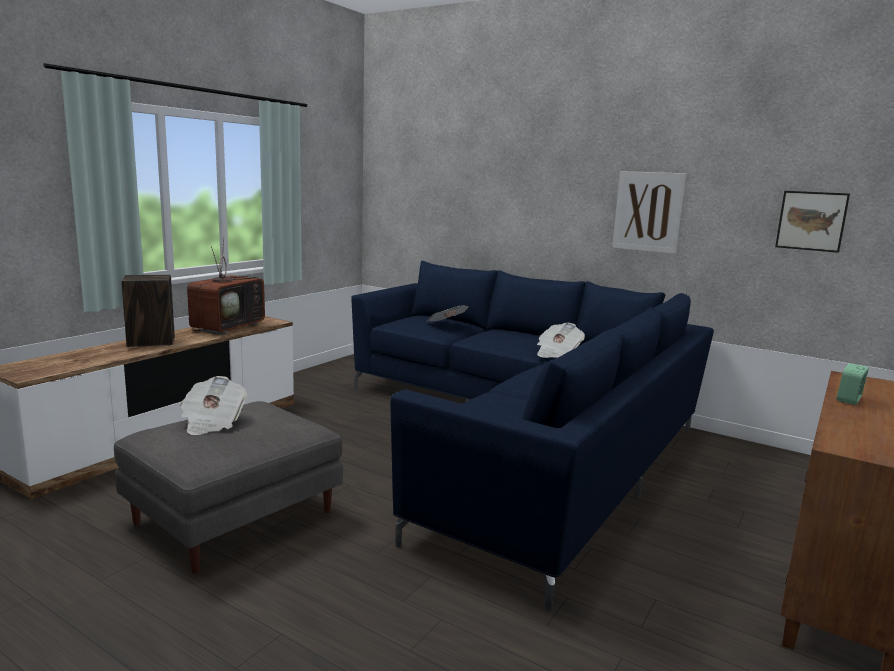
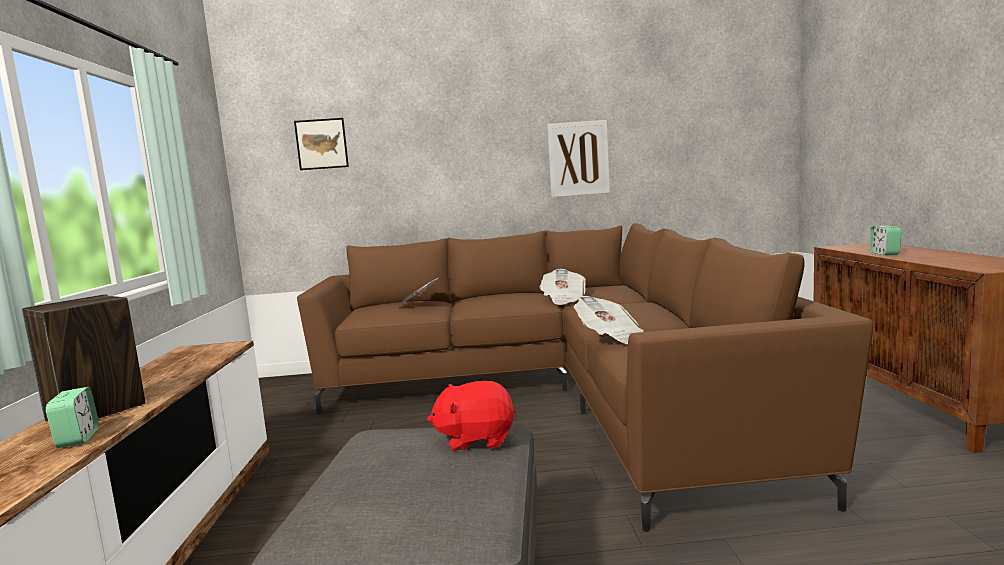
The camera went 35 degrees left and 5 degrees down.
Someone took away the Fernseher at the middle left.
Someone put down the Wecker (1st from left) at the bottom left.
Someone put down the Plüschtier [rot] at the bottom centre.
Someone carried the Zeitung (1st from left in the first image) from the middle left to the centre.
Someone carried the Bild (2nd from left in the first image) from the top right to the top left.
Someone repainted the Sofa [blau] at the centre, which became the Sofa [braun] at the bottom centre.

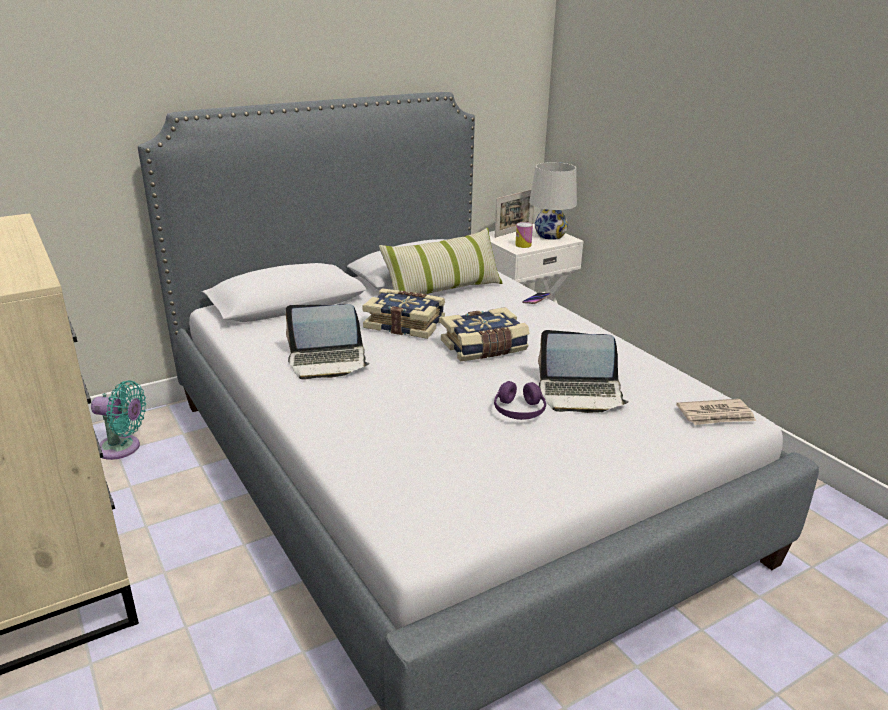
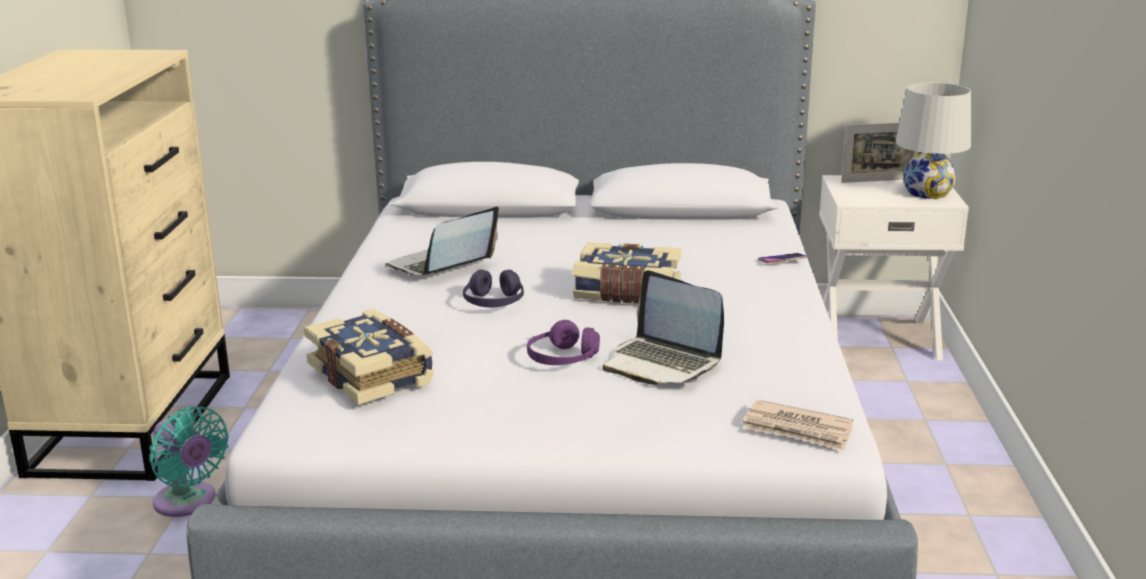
The camera went 35 degrees right and 5 degrees down.
Someone took away the Kissen at the centre.
Someone took away the Dose at the top centre.
Someone put down the Kopfhörer [lila] (1st from left) at the centre.
Someone carried the Ventilator [türkis] from the middle left to the bottom left.
Someone carried the Buch (1st from left) from the centre to the middle left.
Someone rotated the Laptop (1st from left) at the centre by 105 degrees clockwise.

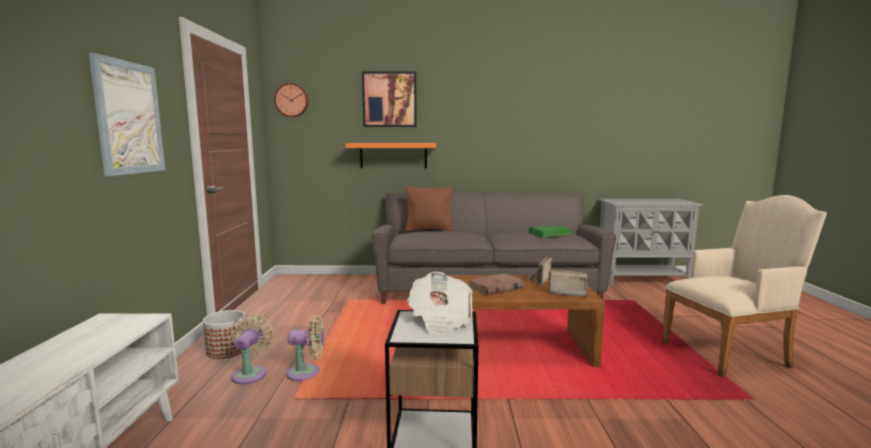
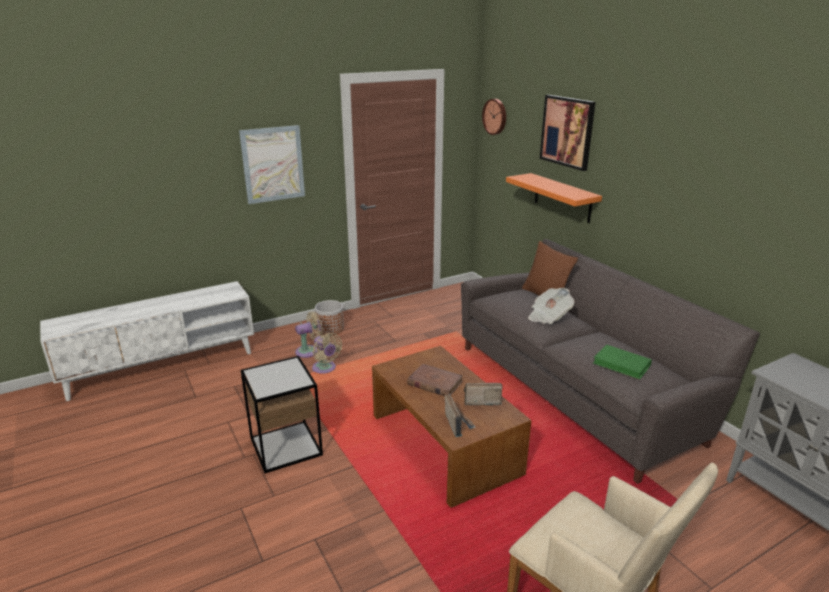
The camera went 60 degrees right and 15 degrees up.
Someone carried the Zeitung from the bottom centre to the centre.

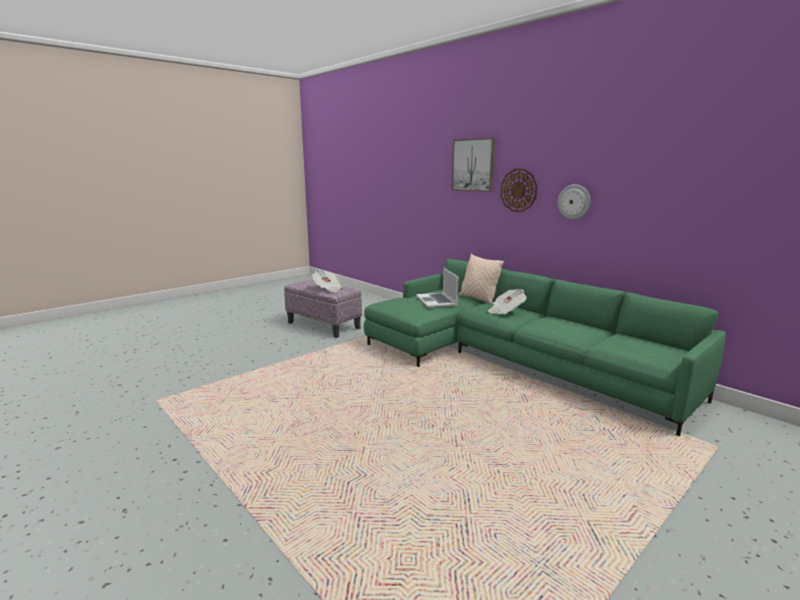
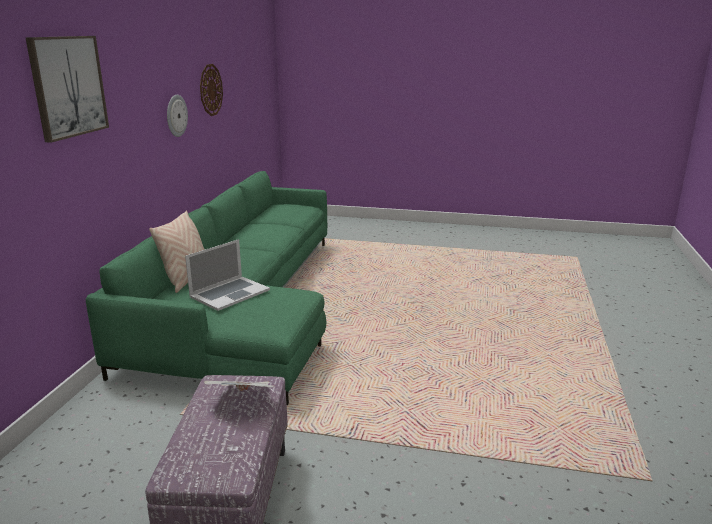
The camera went 125 degrees left and 5 degrees up.
Someone took away the Zeitung (2nd from left) at the centre.
Someone carried the Wanduhr (1st from left in the first image) from the top centre to the top left.

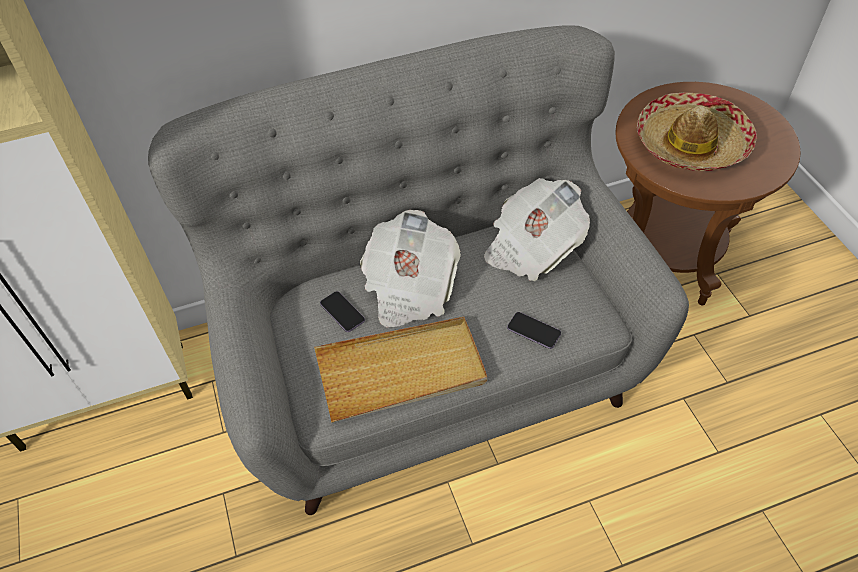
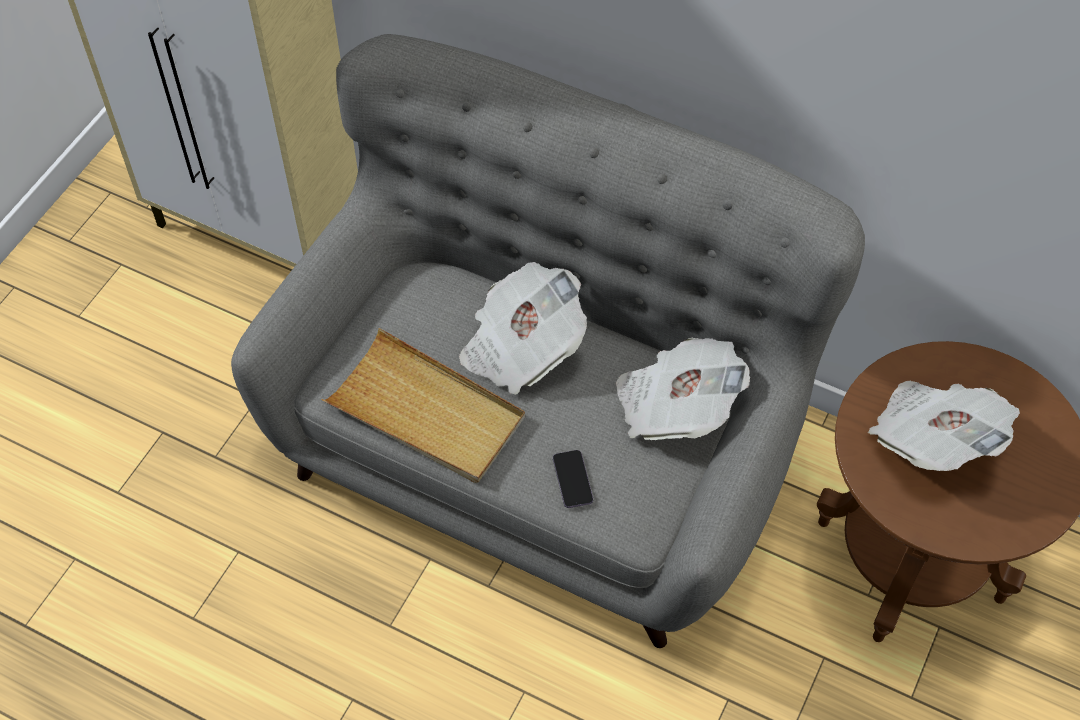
The camera went 45 degrees right and 5 degrees up.
Someone took away the Handy (1st from left) at the centre.
Someone swapped the Hut at the top right for the Zeitung (3rd from left) at the middle right.

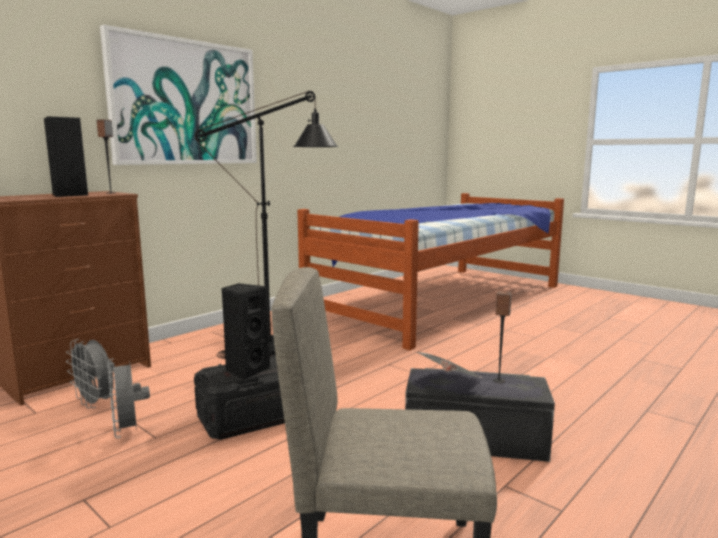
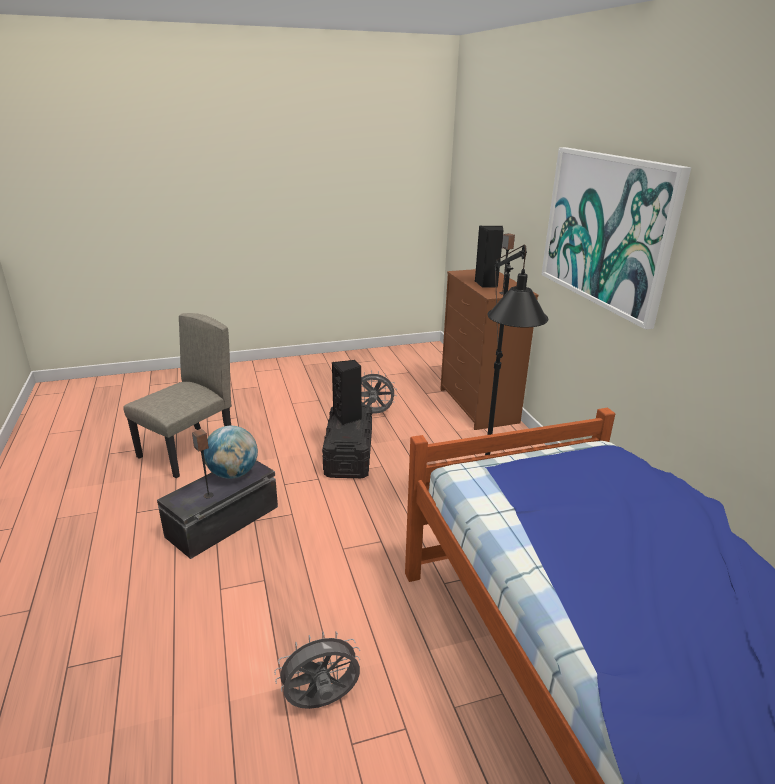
The camera went 120 degrees right and 15 degrees up.
Someone carried the Ventilator [grau] (1st from left) from the bottom left to the bottom centre.
Someone swapped the Zeitung at the bottom centre for the Globus at the middle left.

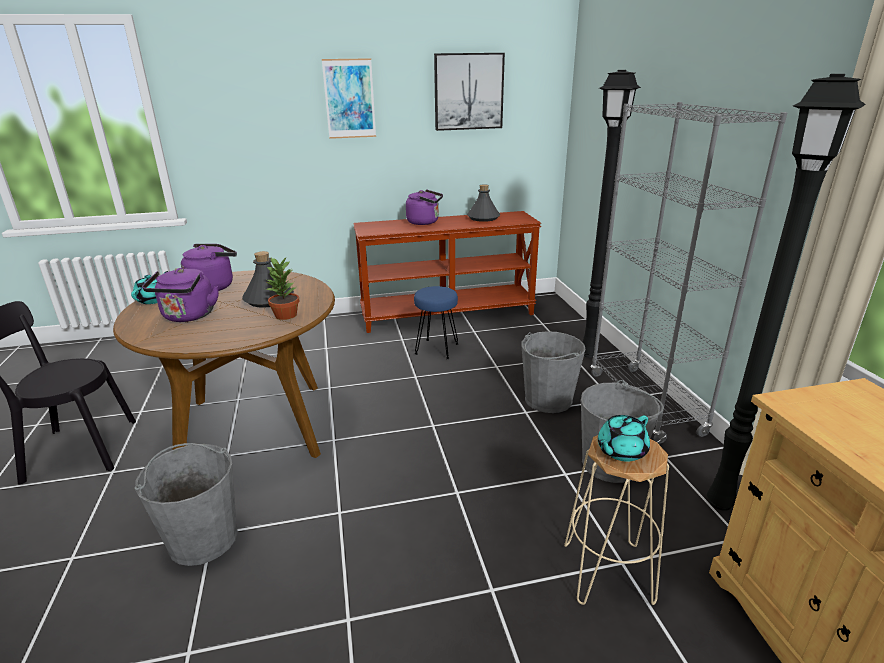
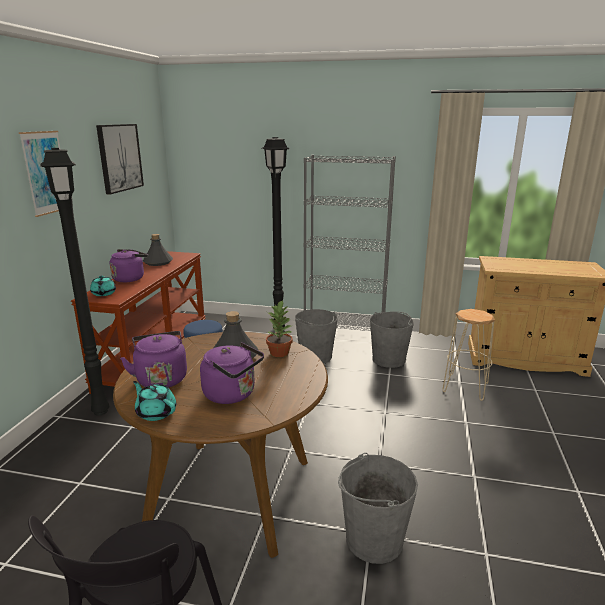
The camera went 65 degrees left and 5 degrees down.
Someone carried the Teekanne [türkis] (2nd from left in the first image) from the middle right to the middle left.
Someone carried the Stehlampe [schwarz] (2nd from left in the first image) from the middle right to the middle left.

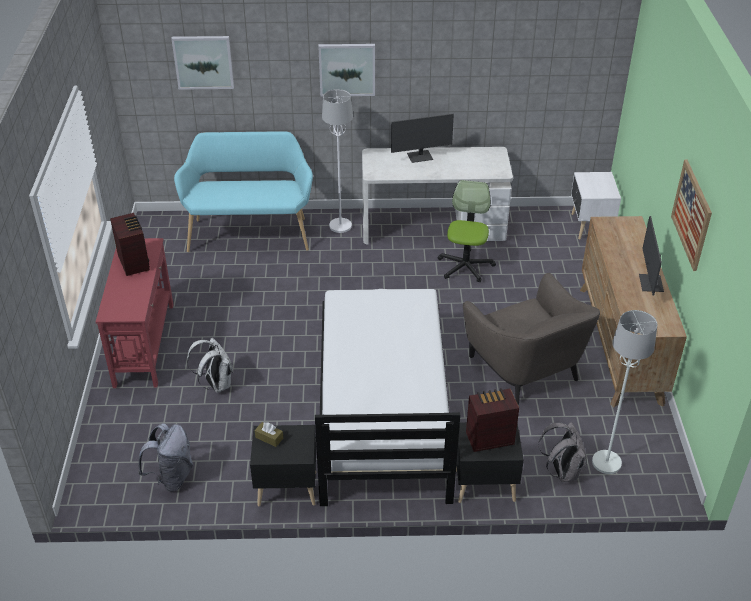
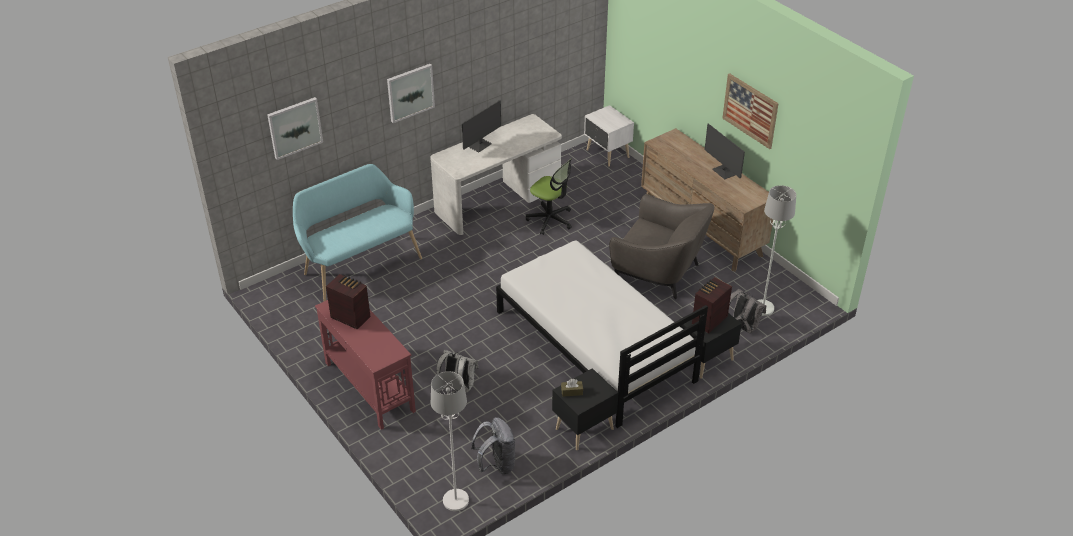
The camera went 35 degrees left and 0 degrees up.
Someone carried the Stehlampe [weiß] (1st from left) from the top centre to the bottom centre.
Someone rotated the Bürostuhl at the centre by 150 degrees clockwise.

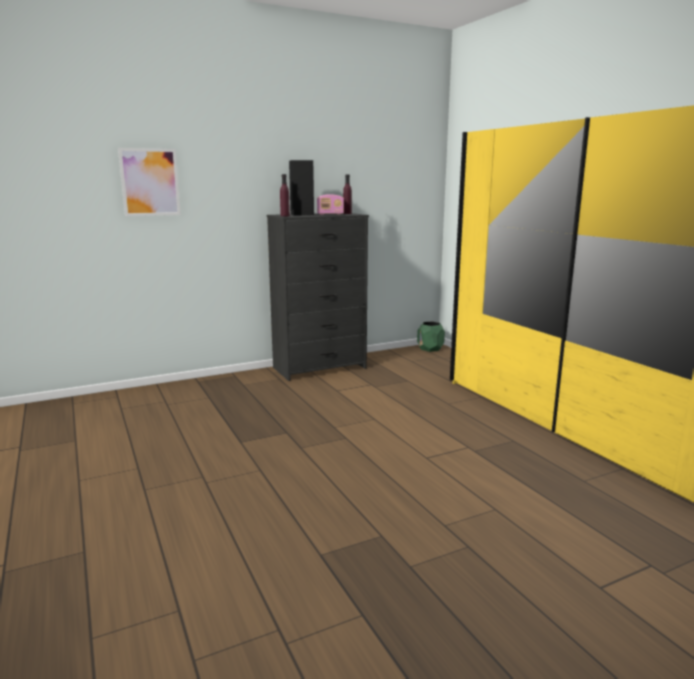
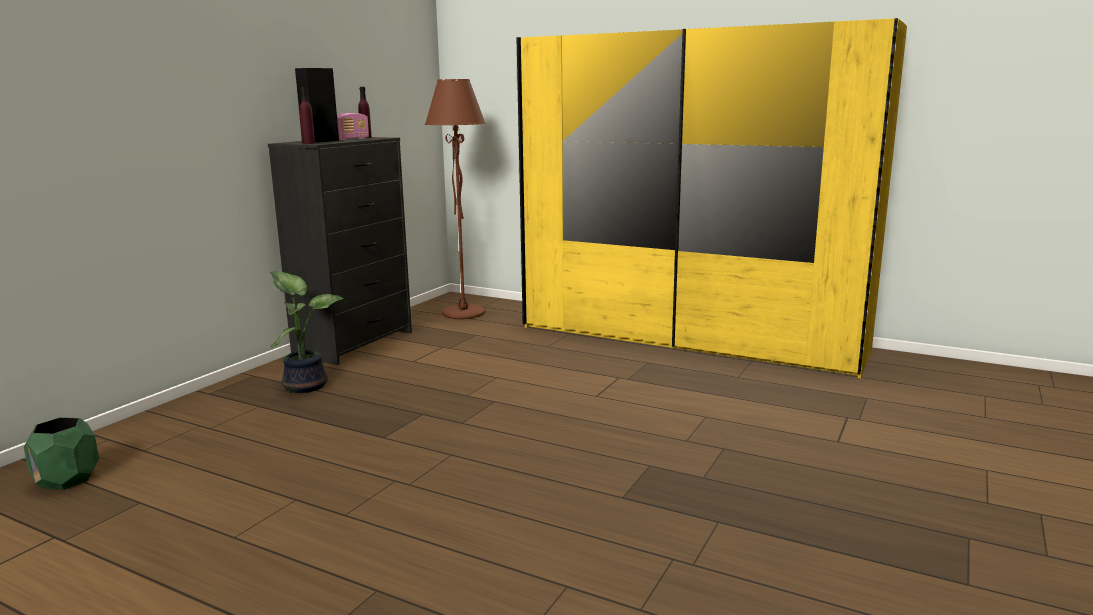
The camera went 35 degrees left and 0 degrees up.
Someone took away the Bild at the top left.
Someone put down the Topfpflanze at the middle left.
Someone put down the Stehlampe [braun] at the top centre.
Someone carried the Pflanzkübel [grün] from the centre to the bottom left.

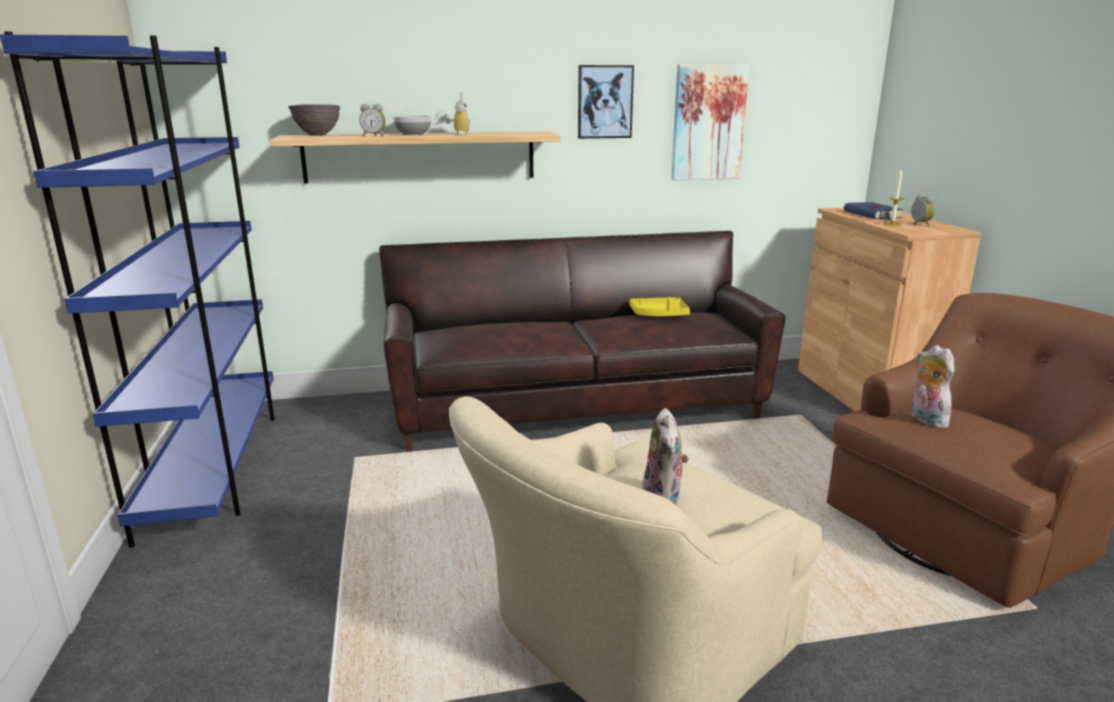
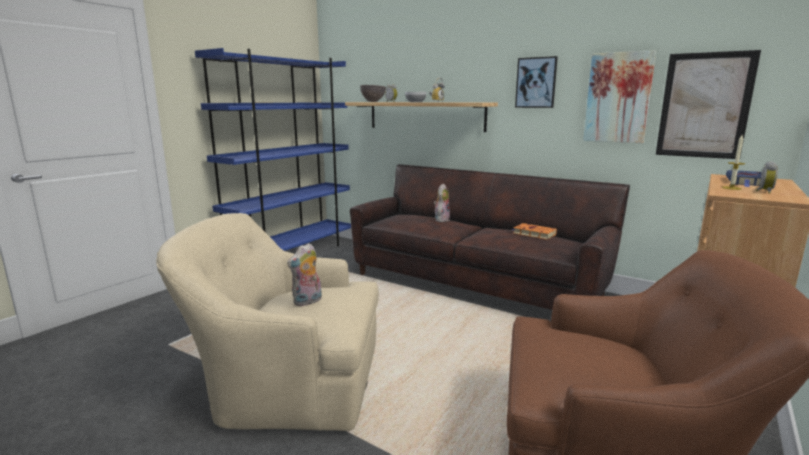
The camera went 45 degrees right and 5 degrees down.
Someone put up the Bild (3rd from left) at the top right.
Someone carried the Plüschtier (2nd from left) from the middle right to the centre.
Someone swapped the Tablett [gelb] at the centre for the Buch [orange] at the centre.

